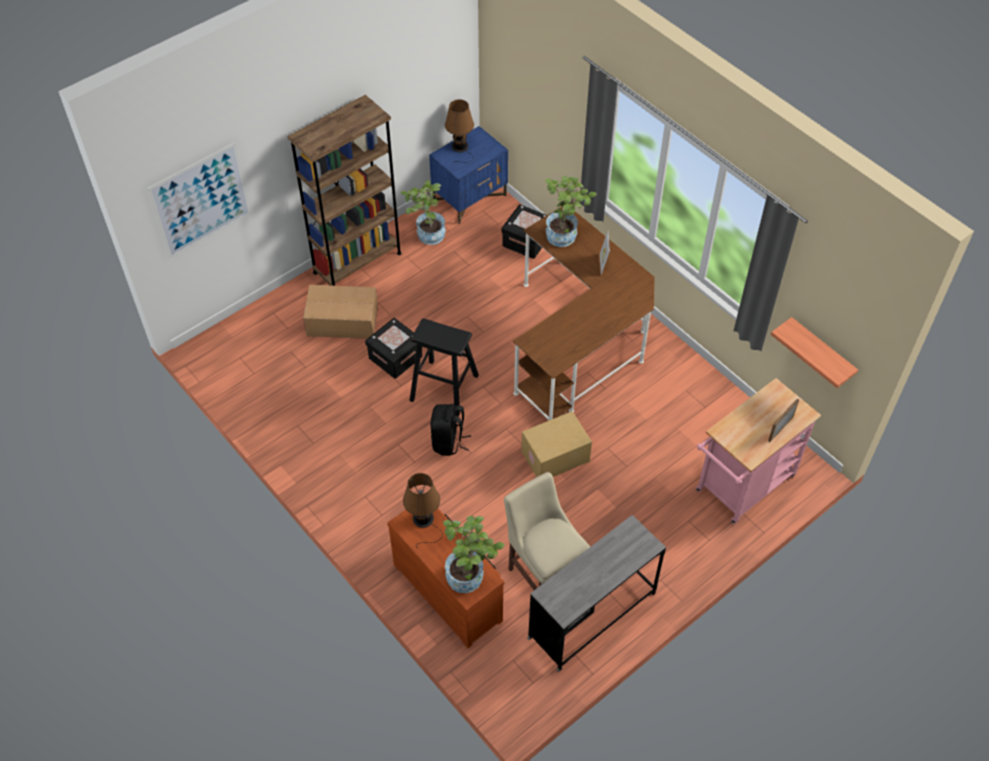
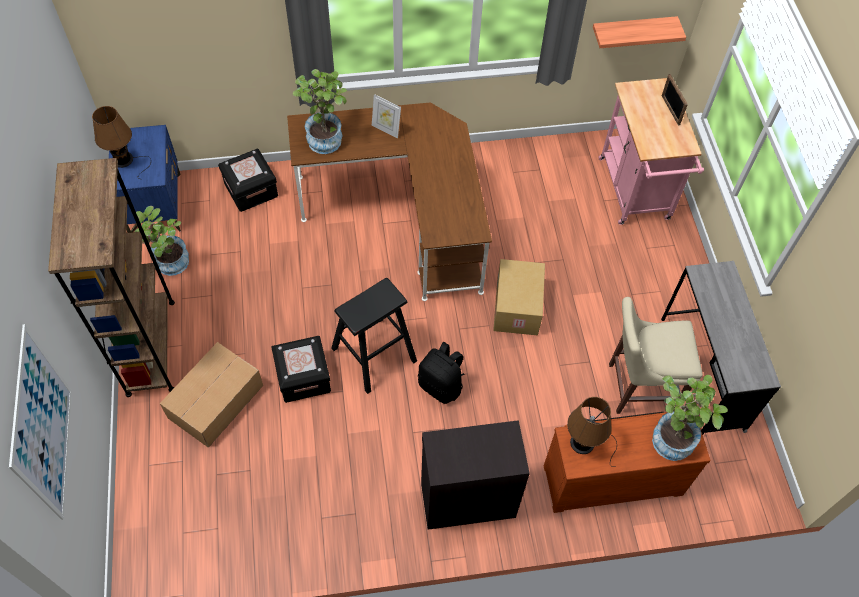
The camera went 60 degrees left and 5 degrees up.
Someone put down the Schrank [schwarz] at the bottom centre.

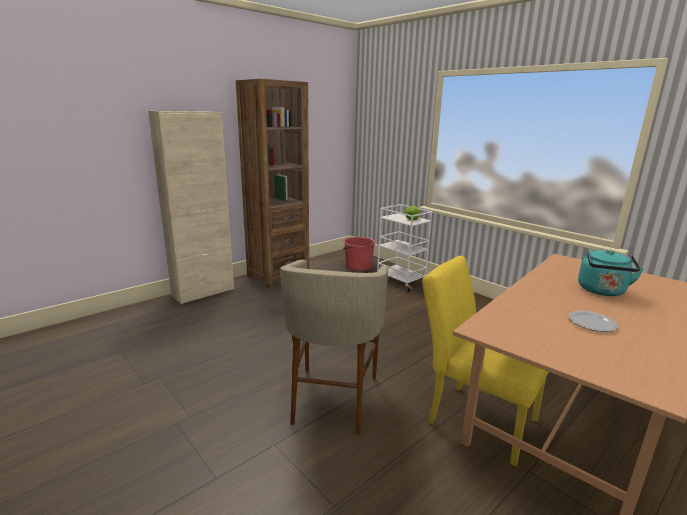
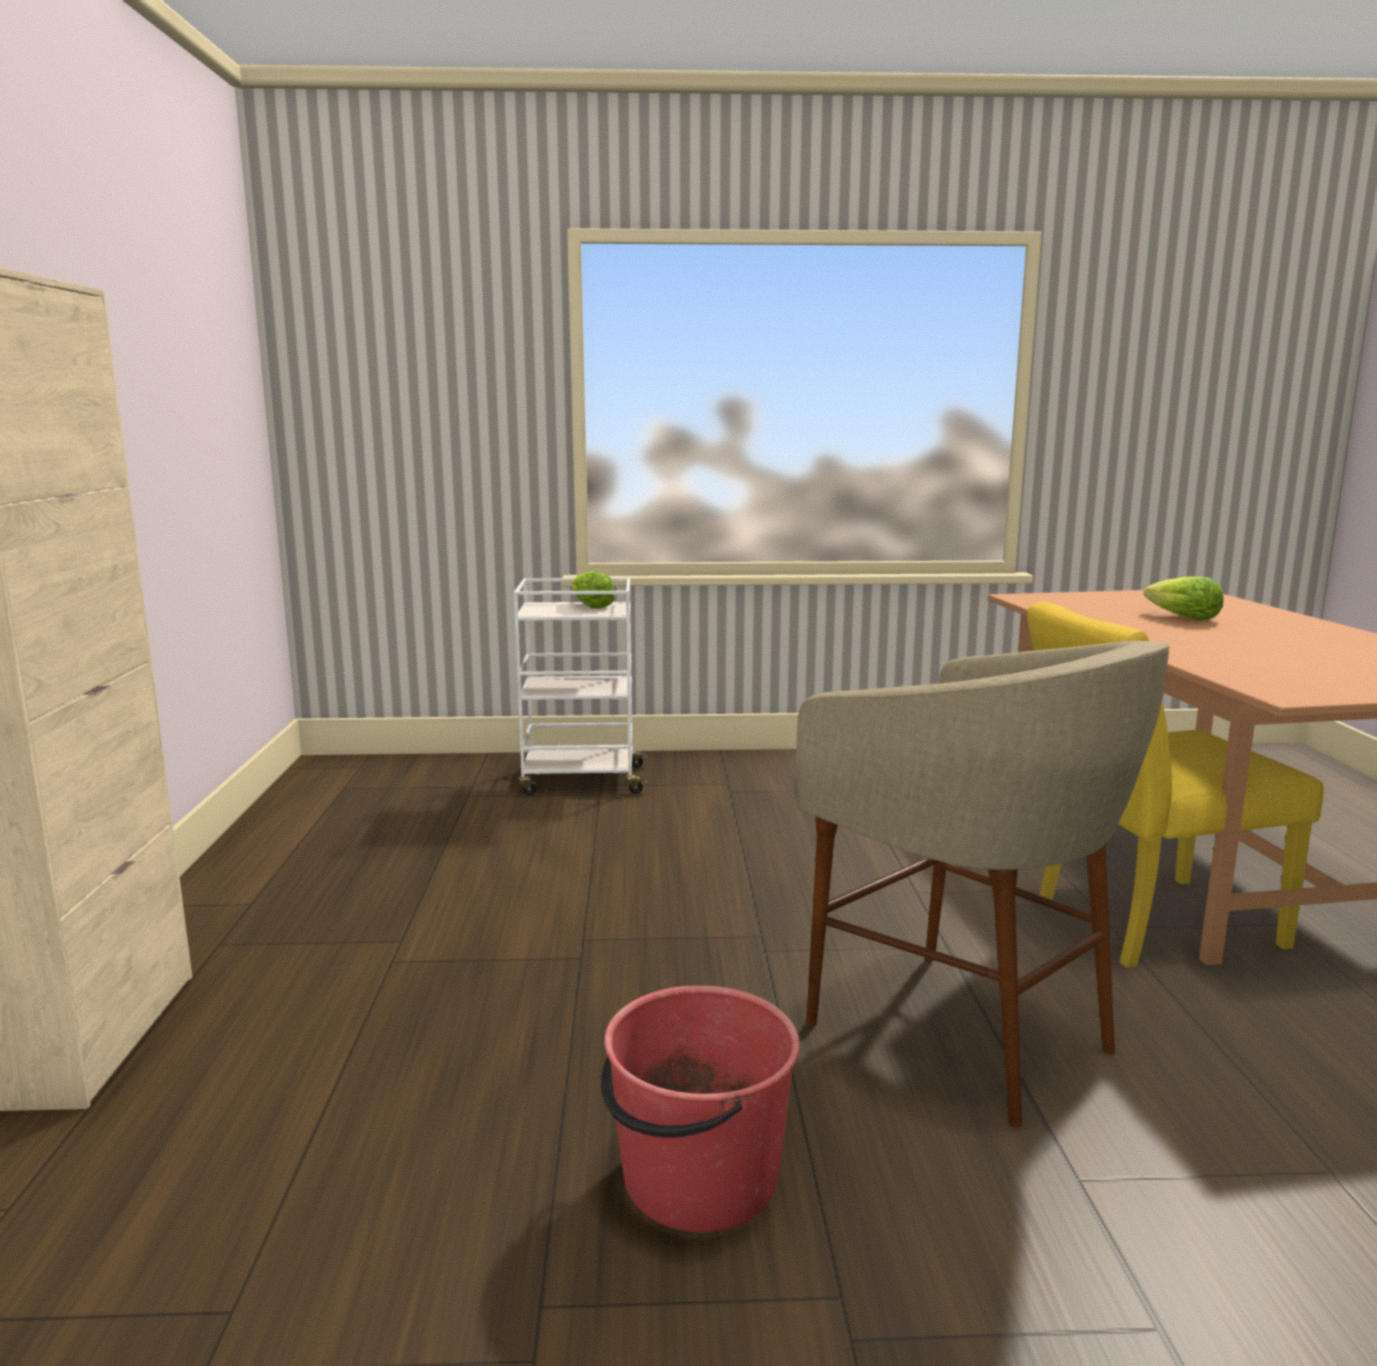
The camera went 50 degrees left and 5 degrees down.
Someone took away the Bücherregal [braun] at the centre.
Someone took away the Teller at the middle right.
Someone carried the Eimer [rot] from the centre to the bottom centre.
Someone swapped the Wasserkessel [türkis] at the middle right for the Salatkopf (2nd from left) at the middle right.

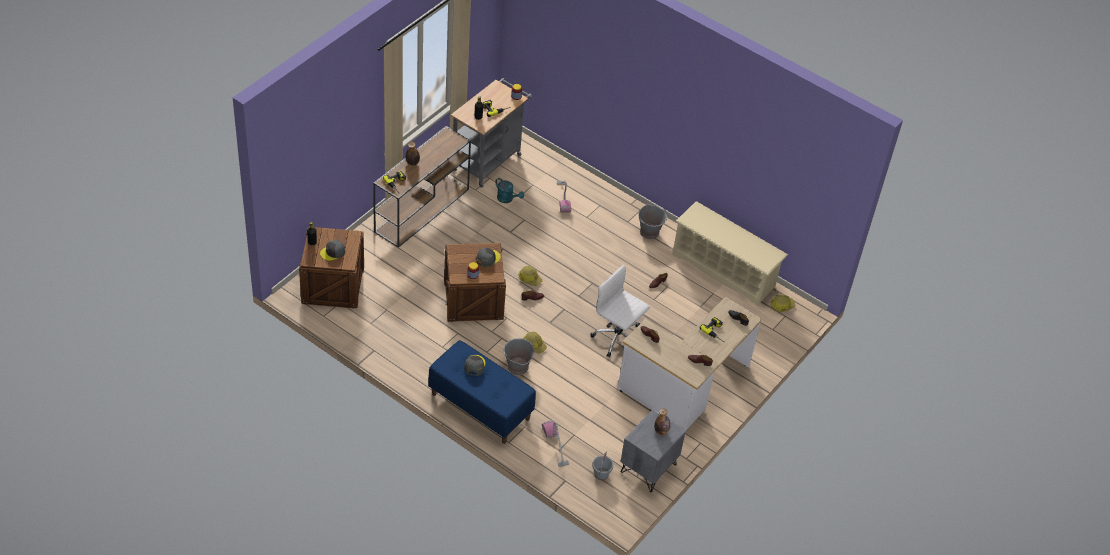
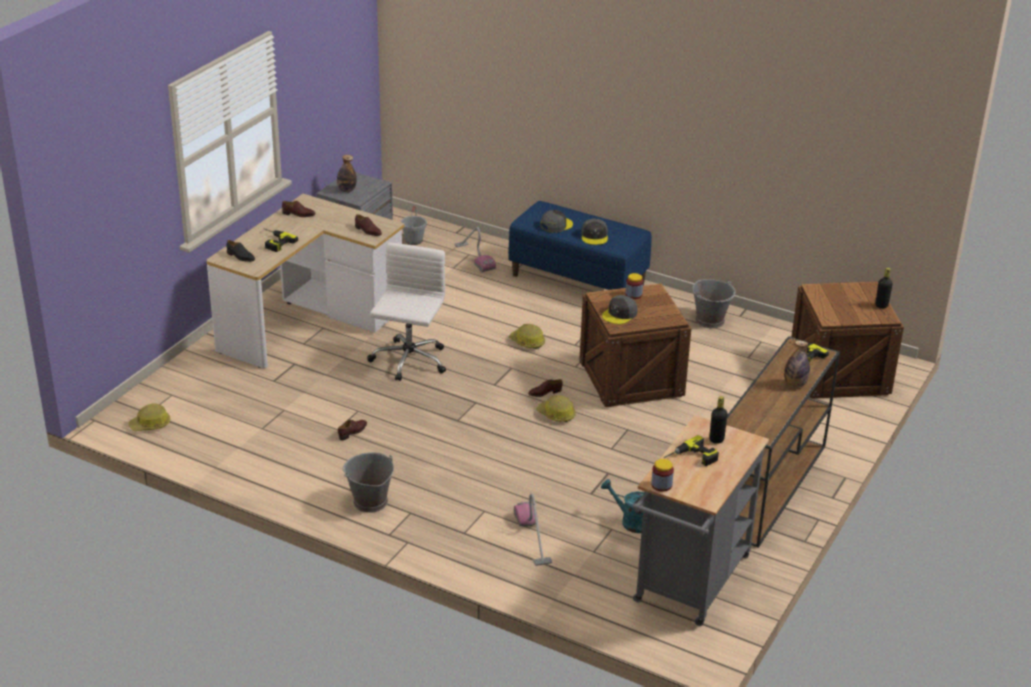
The camera went 175 degrees right and 15 degrees down.
Someone took away the Schuhregal [beige] at the centre.
Someone carried the Kappe [grau] (1st from left) from the middle left to the top centre.
Someone carried the Eimer [grau] (1st from left in the first image) from the centre to the middle right.
Someone rotated the Bürostuhl [weiß] at the centre by 105 degrees counterclockwise.

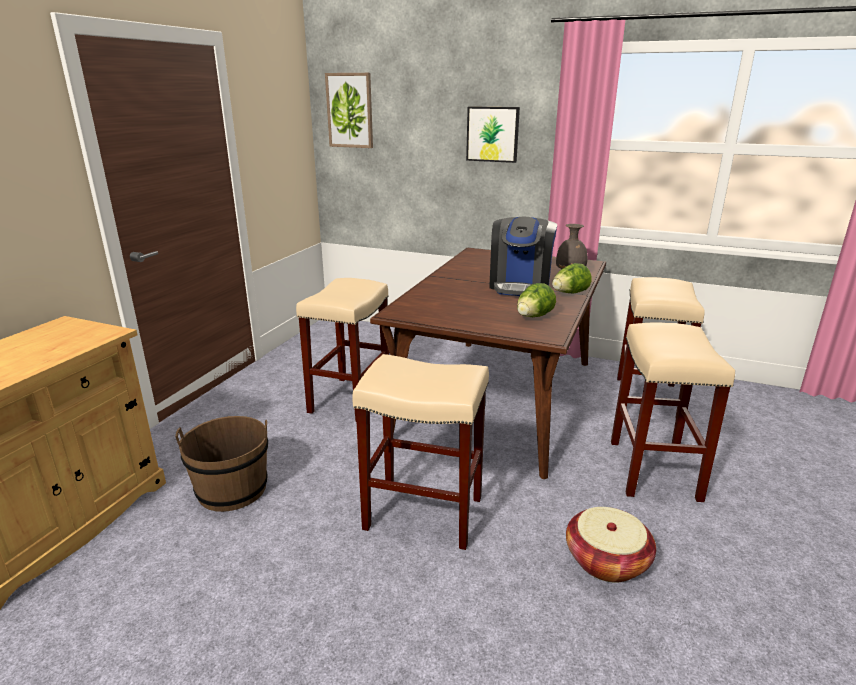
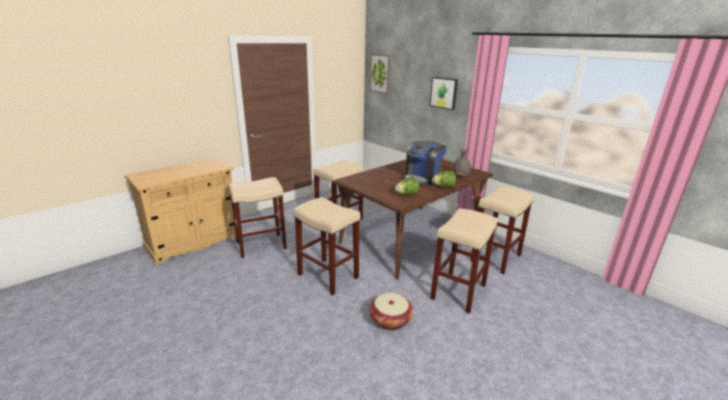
The camera went 25 degrees right and 0 degrees up.
Someone swapped the Eimer [braun] at the bottom left for the Hocker [beige] (1st from left) at the centre.

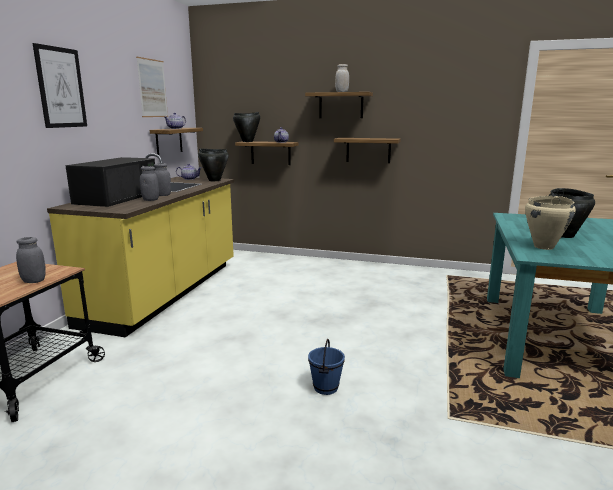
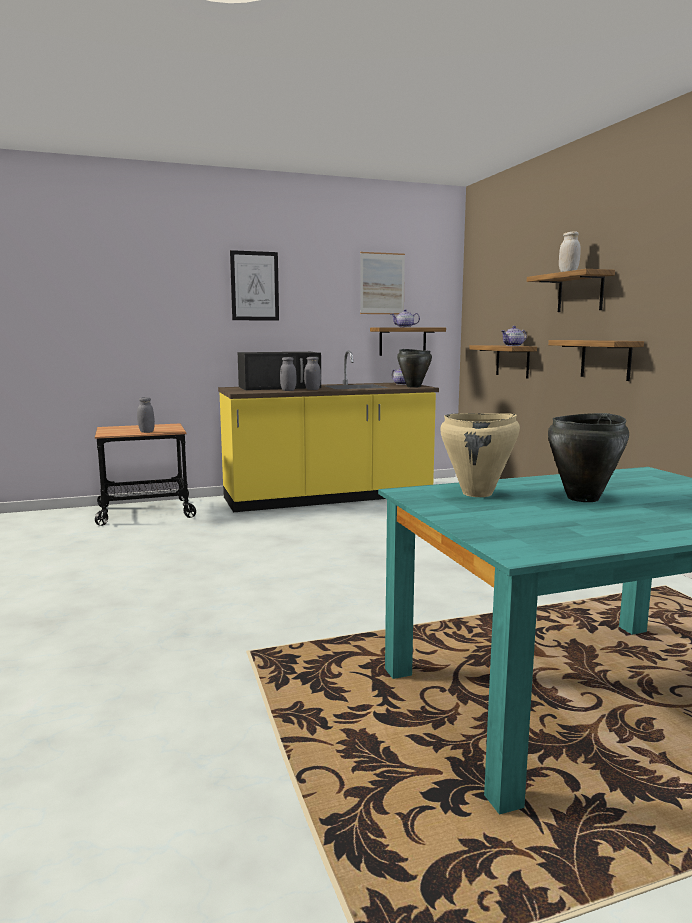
The camera went 55 degrees right and 5 degrees down.
Someone took away the Kochtopf [schwarz] (2nd from left) at the top centre.
Someone took away the Eimer [blau] at the bottom centre.

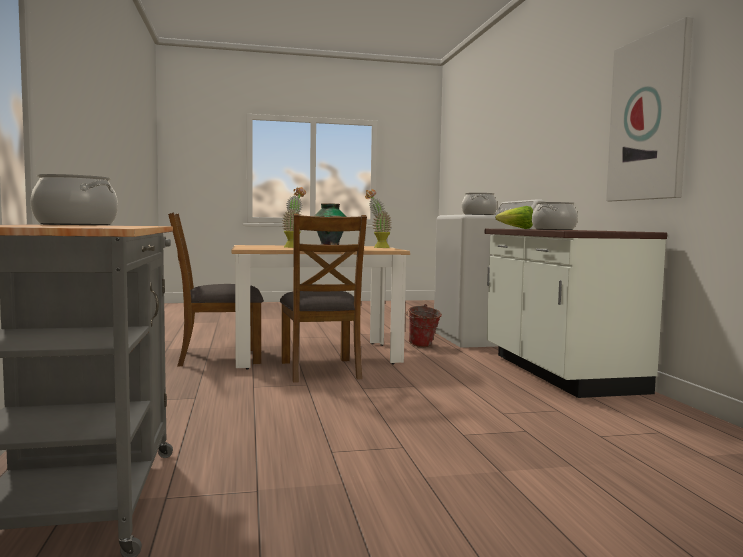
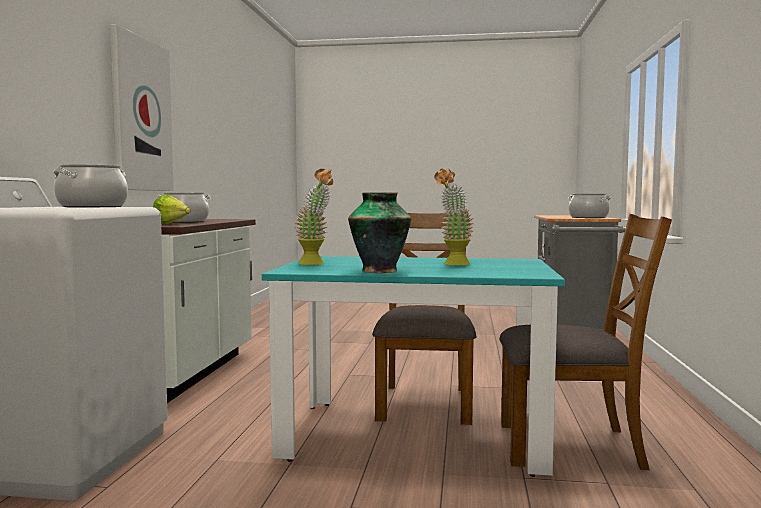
The camera went 160 degrees left and 0 degrees up.
Someone took away the Eimer at the centre.
Someone repainted the Esstisch [beige] at the centre, which became the Esstisch [türkis] at the bottom centre.

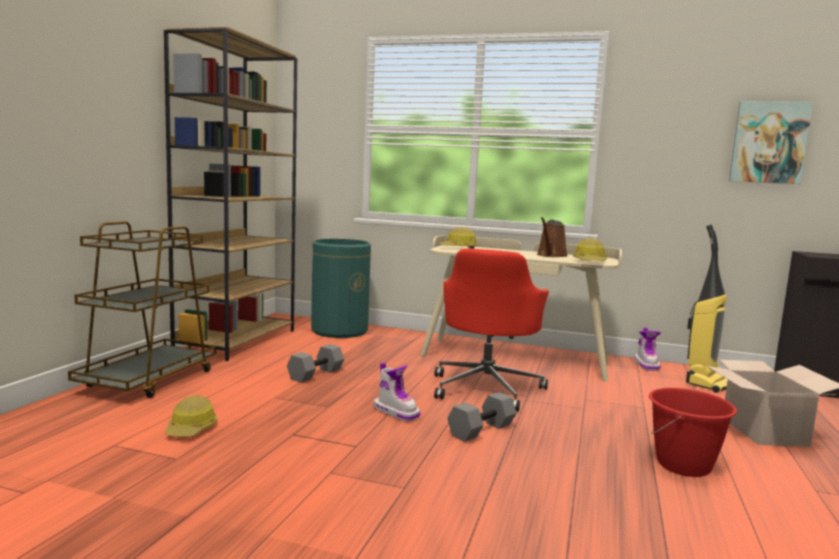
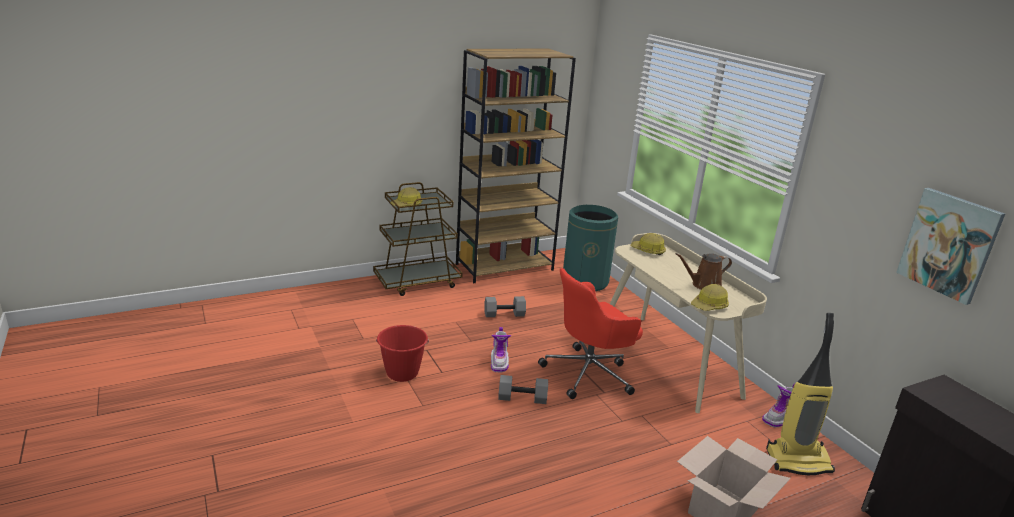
The camera went 45 degrees right and 15 degrees up.
Someone carried the Schutzhelm (1st from left) from the bottom left to the centre.
Someone carried the Eimer [rot] from the bottom right to the bottom centre.

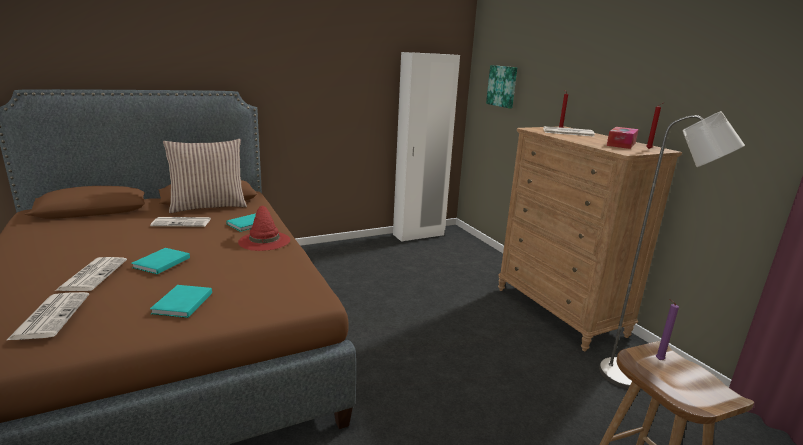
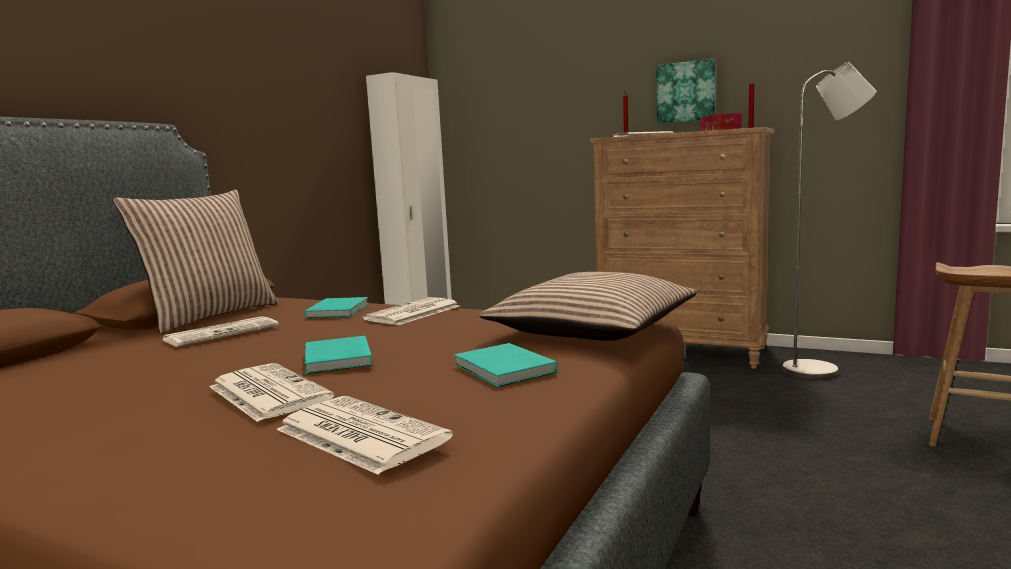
The camera went 35 degrees left and 10 degrees down.
Someone took away the Kerze [lila] at the bottom right.
Someone put down the Kissen (2nd from left) at the centre.
Someone carried the Bild from the top centre to the top right.
Someone swapped the Hut [rot] at the middle left for the Zeitung (4th from left) at the centre.

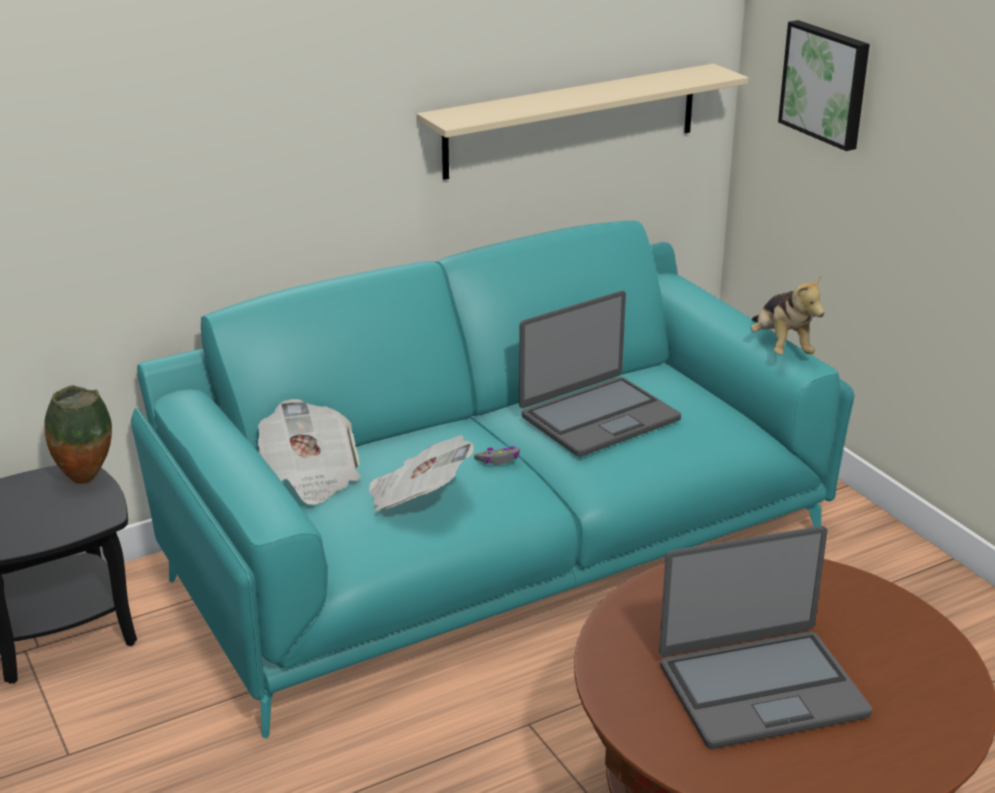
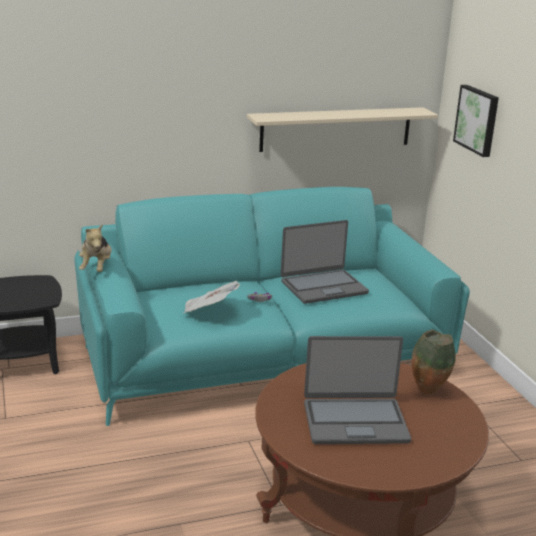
The camera went 10 degrees right and 5 degrees down.
Someone took away the Zeitung (1st from left) at the middle left.
Someone carried the Vase from the middle left to the bottom right.
Someone carried the Plüschtier from the middle right to the middle left.

